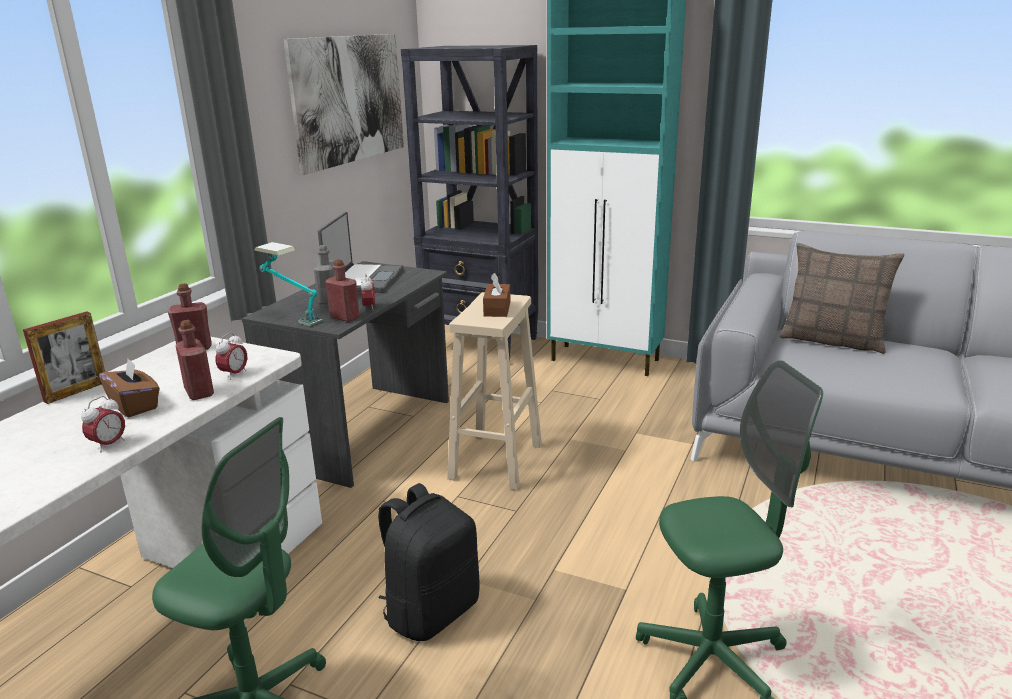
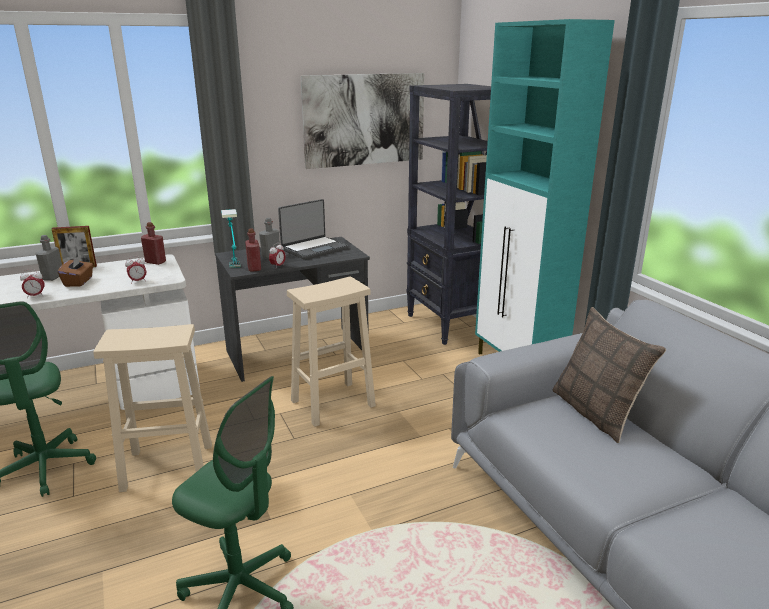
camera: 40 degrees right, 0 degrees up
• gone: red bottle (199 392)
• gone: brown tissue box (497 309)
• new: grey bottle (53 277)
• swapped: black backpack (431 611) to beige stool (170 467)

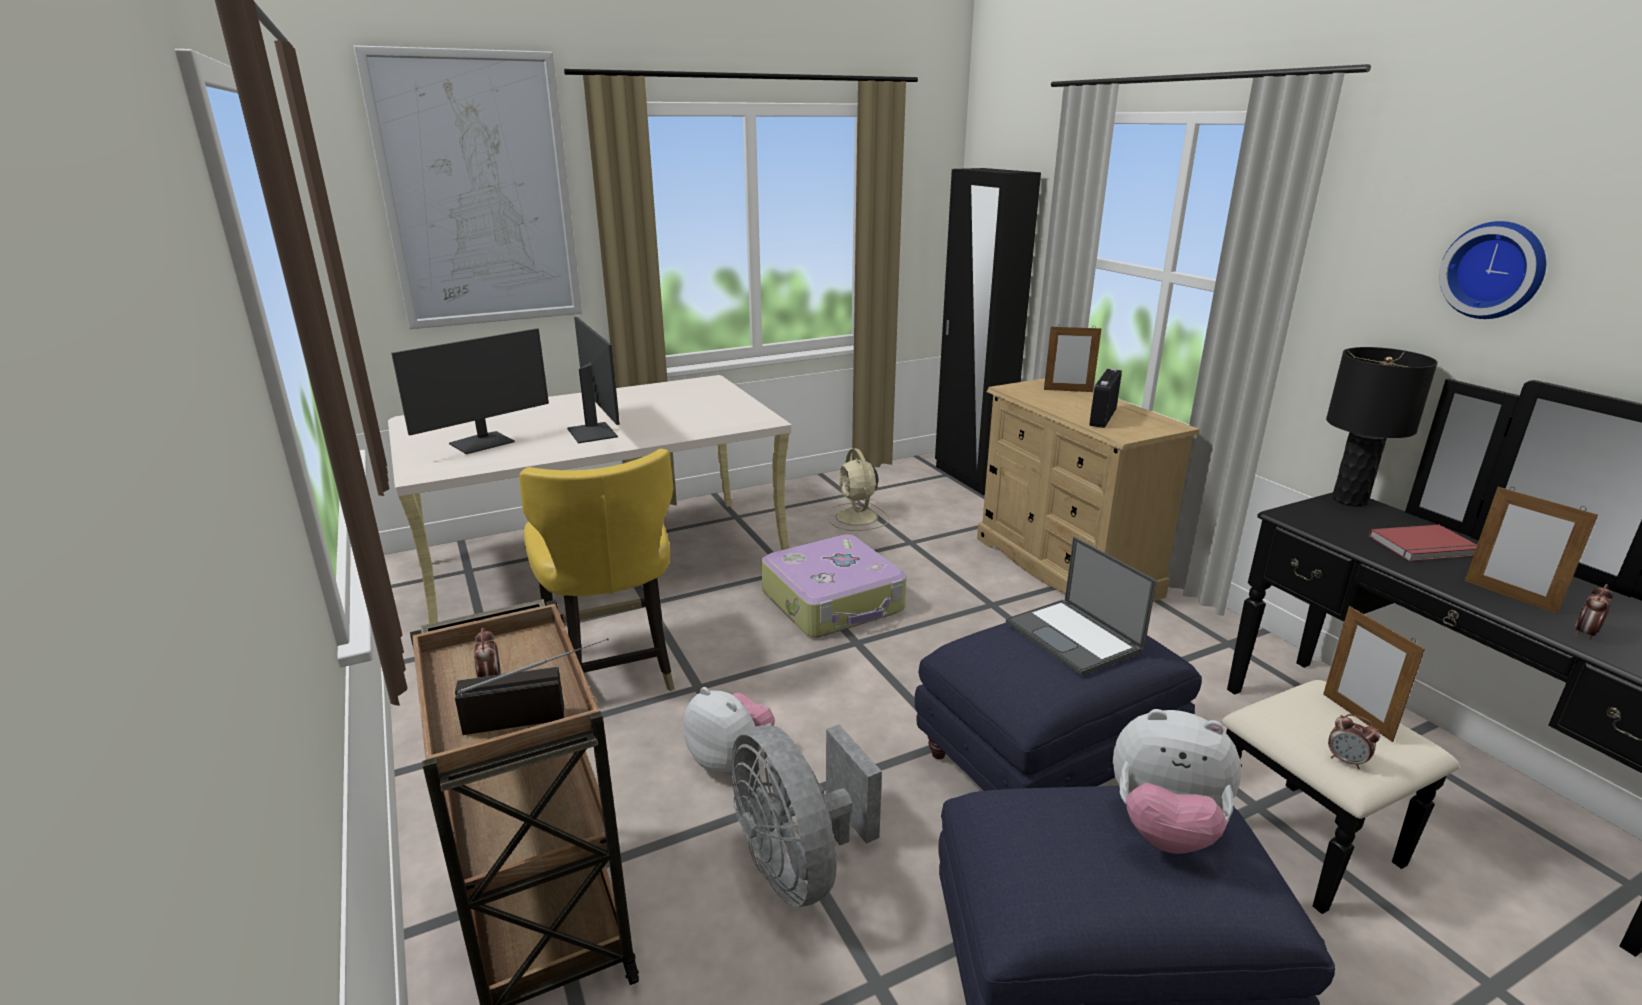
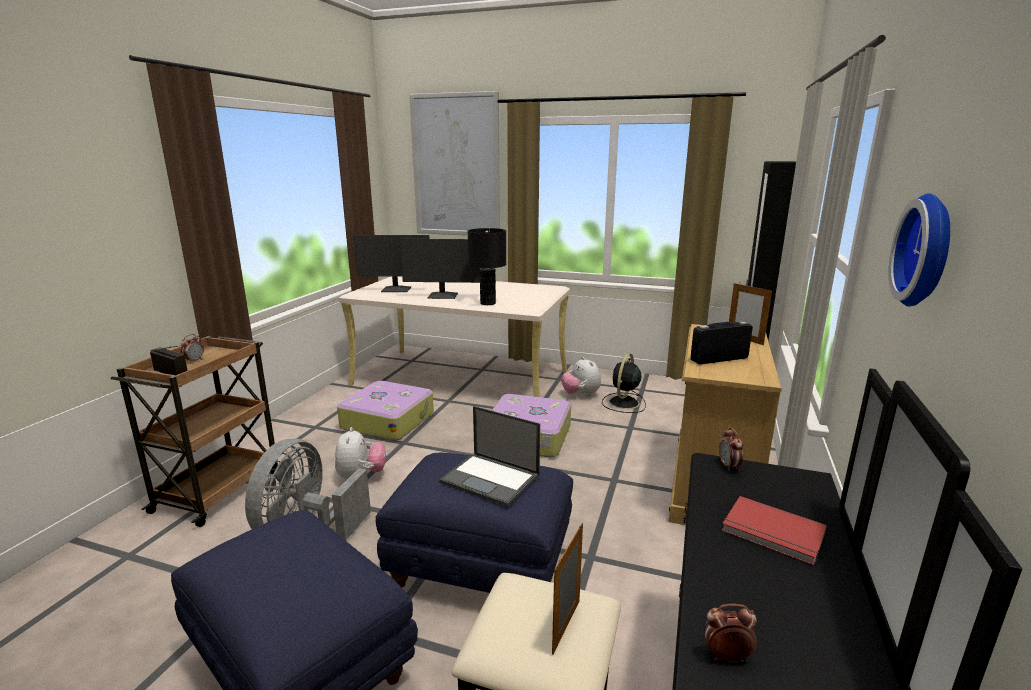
camera: 45 degrees right, 5 degrees down
• gone: picture frame (1509 596)
• shifted: plush toy (1164 827) to (581 394)
• shifted: black table lamp (1349 500) to (488 303)
• shifted: alarm clock (1346 761) to (729 466)
• swapped: yellow chair (614 670) to suitcase (388 420)
• repainted: beige fan (857 518) to black fan (623 403)
• rotated: monitor (594 432) = (443 296) 75 degrees clockwise
• rotated: laptop (1074 637) = (491 479) 75 degrees counterclockwise

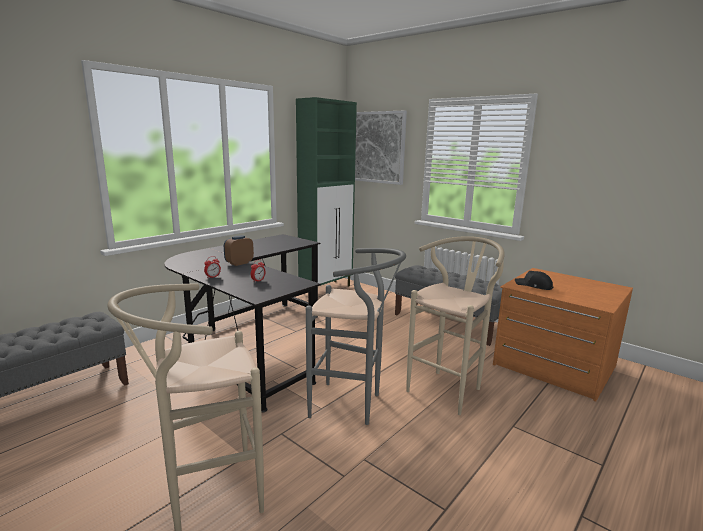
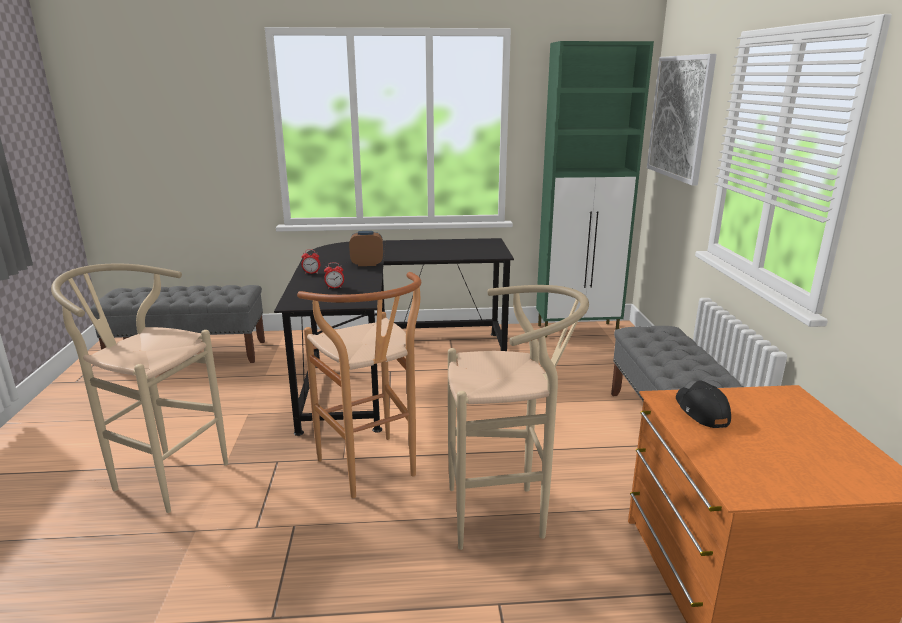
camera: 45 degrees right, 5 degrees up
• repainted: grey stool (352 405) to brown stool (372 471)

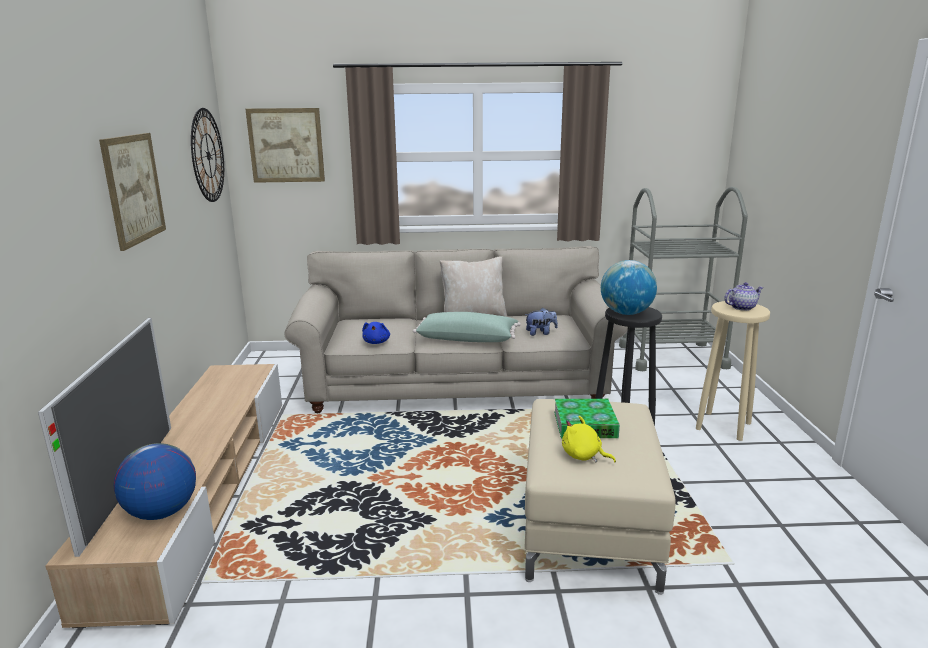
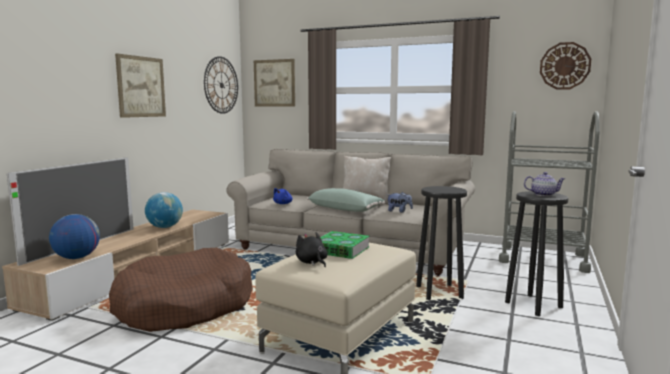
camera: 25 degrees right, 10 degrees down
• new: brown dog bed (184 306)
• new: wall clock (564 66)
• shifted: globe (626 313) to (165 227)
• repainted: yellow plush toy (583 456) to black plush toy (312 262)
• repainted: beige stool (724 426) to black stool (534 305)

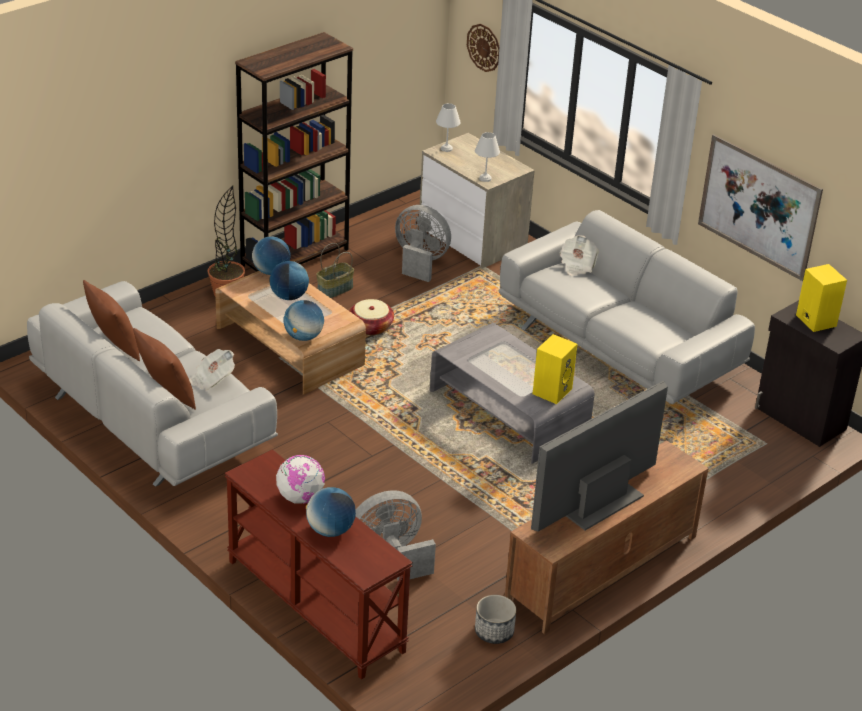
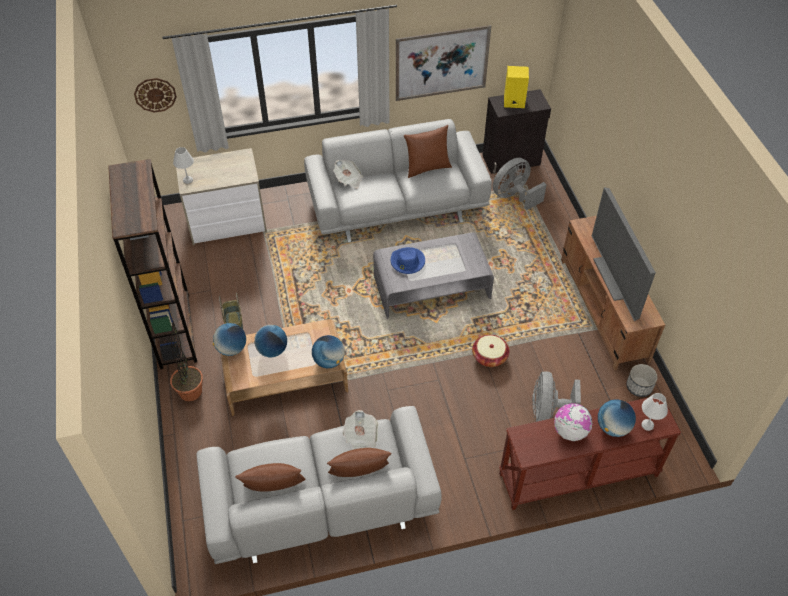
camera: 60 degrees left, 15 degrees up
• gone: yellow speaker (552 390)
• new: blue hat (407 262)
• new: brown pillow (427 168)
• shifted: basket (371 327) to (489 357)
• shifted: grey fan (420 262) to (514 196)
• shifted: white table lamp (484 178) to (647 425)

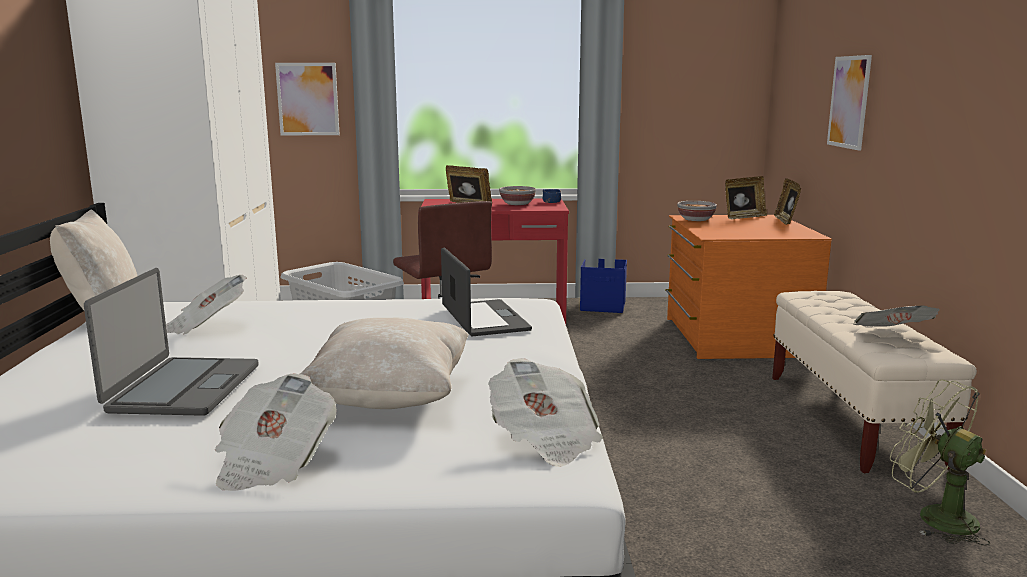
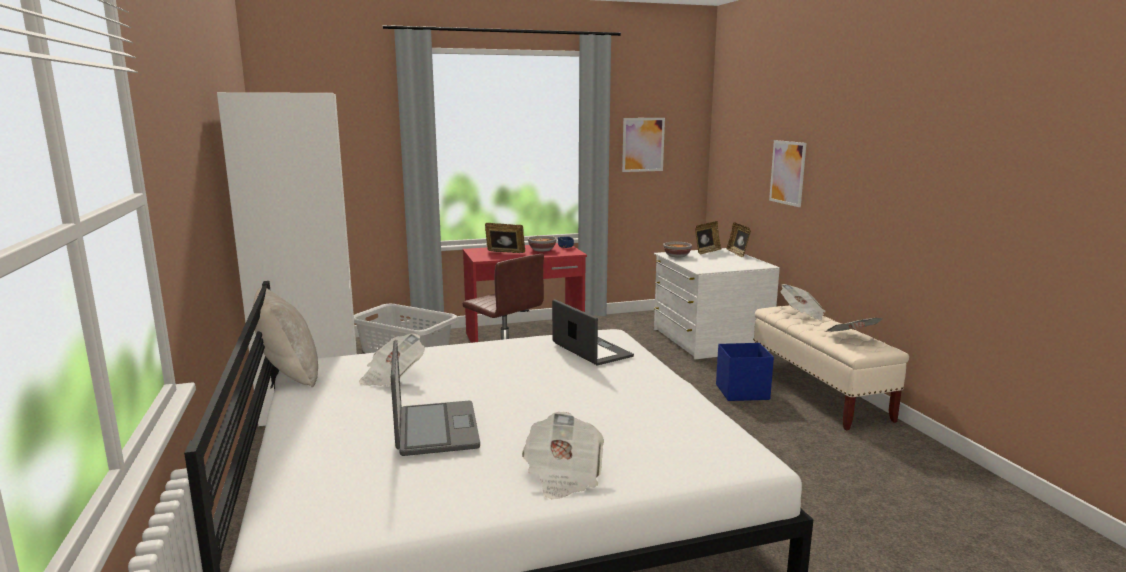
camera: 15 degrees left, 0 degrees up
• gone: beige pillow (389 398)
• gone: green fan (934 517)
• shifted: picture (308 99) to (643 144)
• shifted: newspaper (544 439) to (802 314)
• shifted: blue storage box (603 306) to (743 392)
• repainted: orange dresser (734 337) to white dresser (708 339)

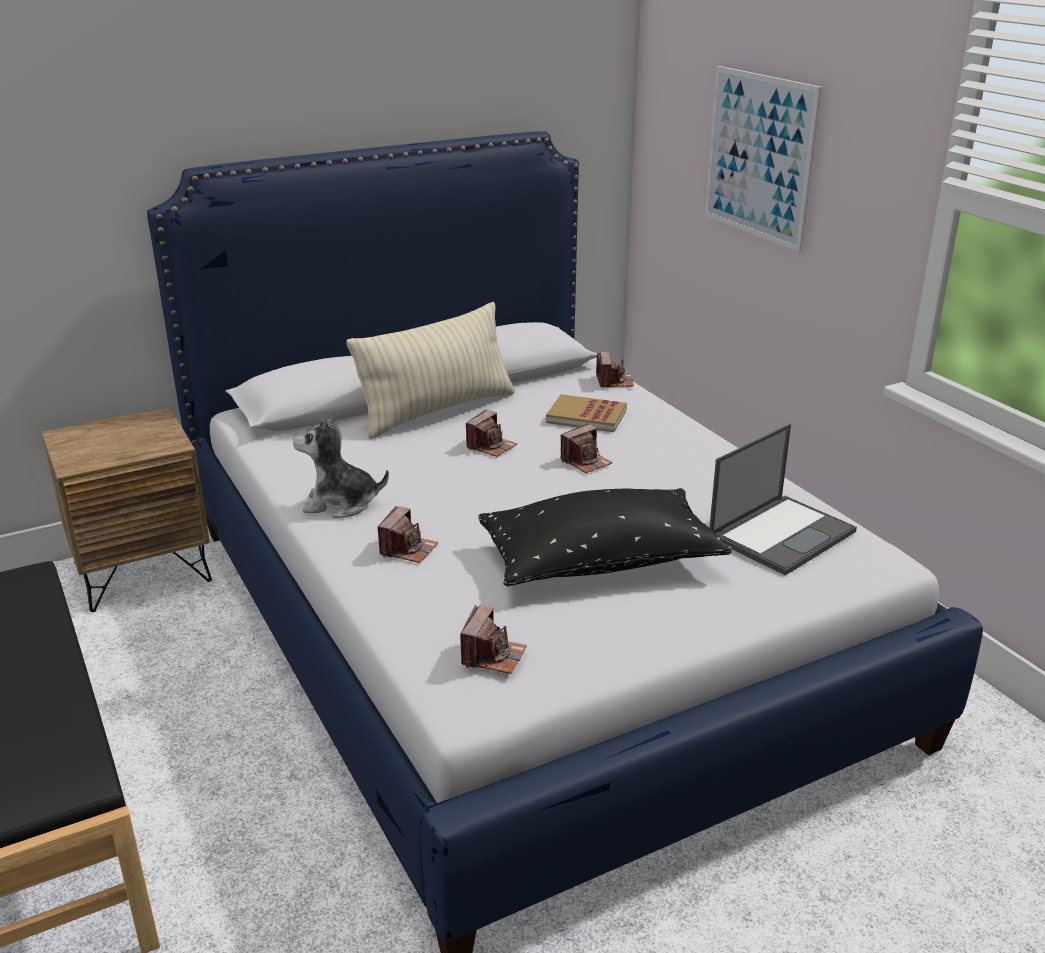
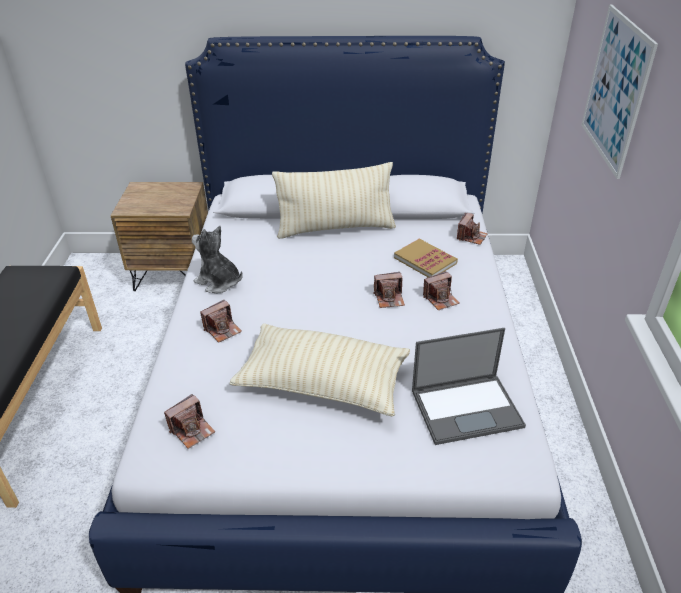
camera: 30 degrees right, 10 degrees up
• shifted: photo camera (491 446) to (441 299)
• repainted: black pillow (600 562) to beige pillow (323 383)

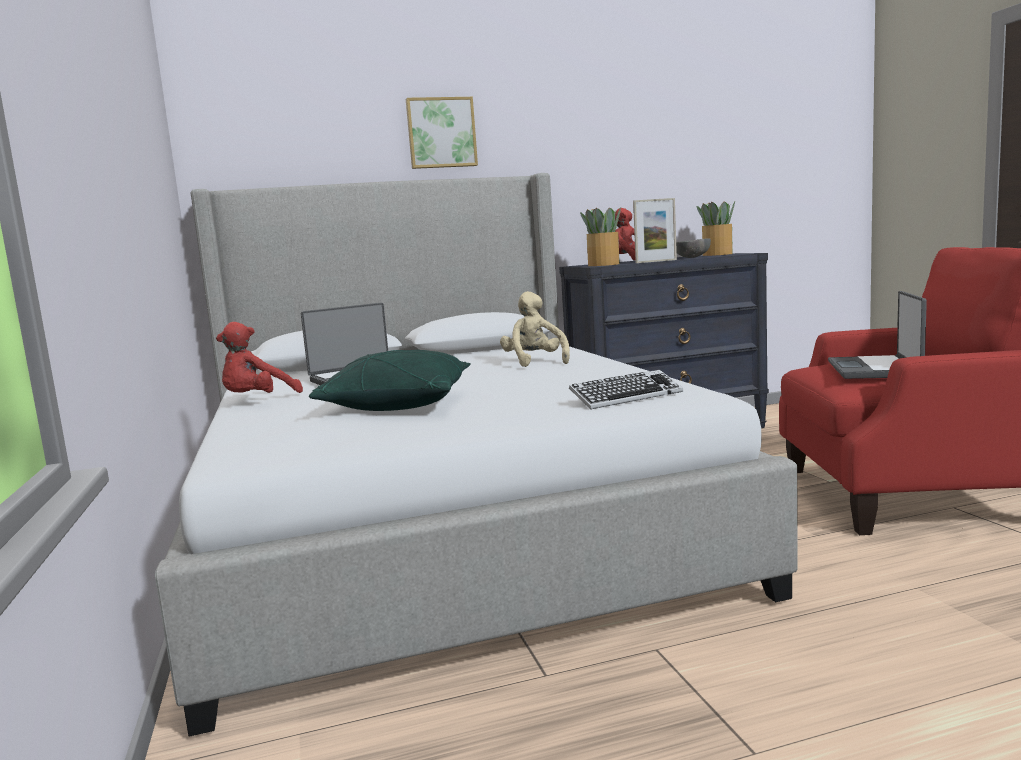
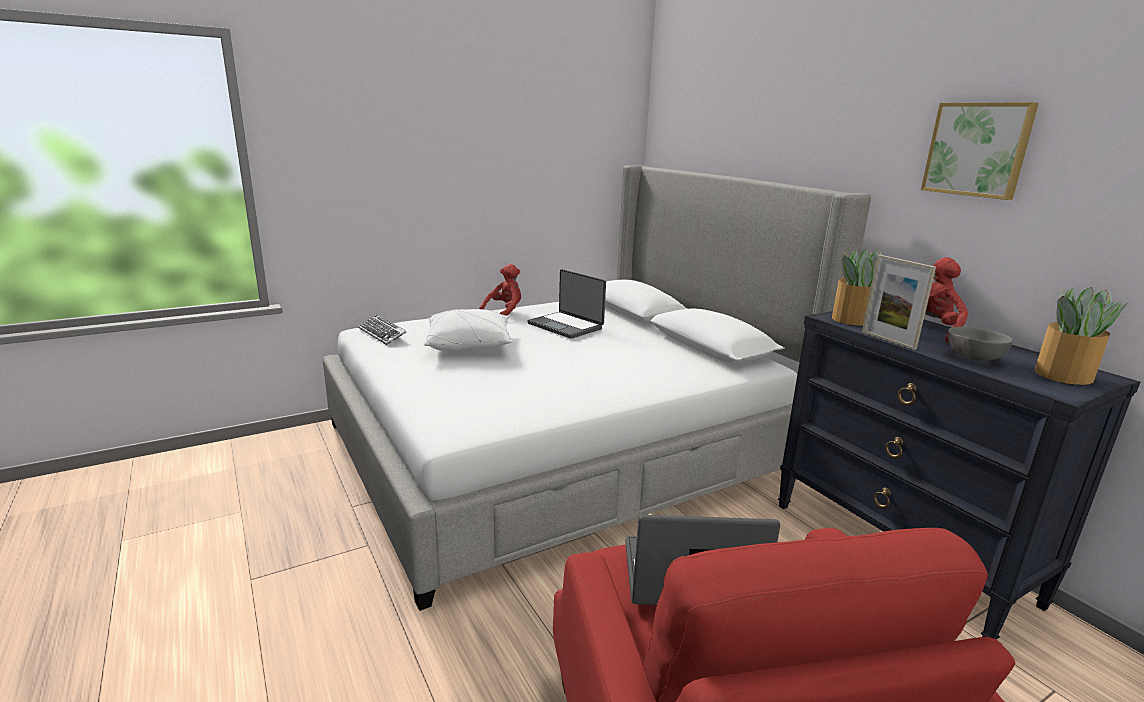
camera: 75 degrees right, 10 degrees up
• gone: beige plush toy (534 362)
• shifted: picture (441 133) to (978 149)
• shifted: keyboard (626 397) to (382 334)
• repainted: green pillow (398 404) to white pillow (469 344)
• rotated: red plush toy (257 400) = (504 313) 105 degrees clockwise

